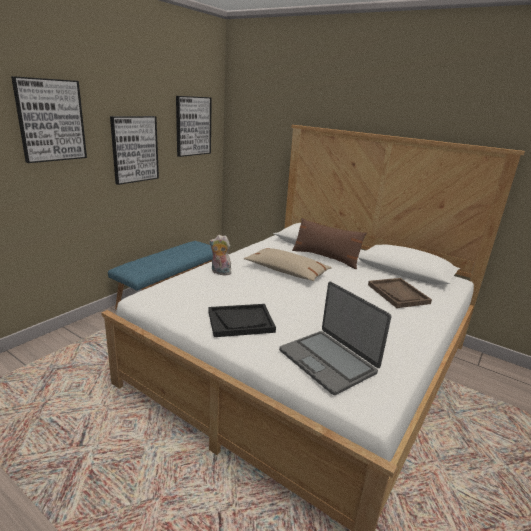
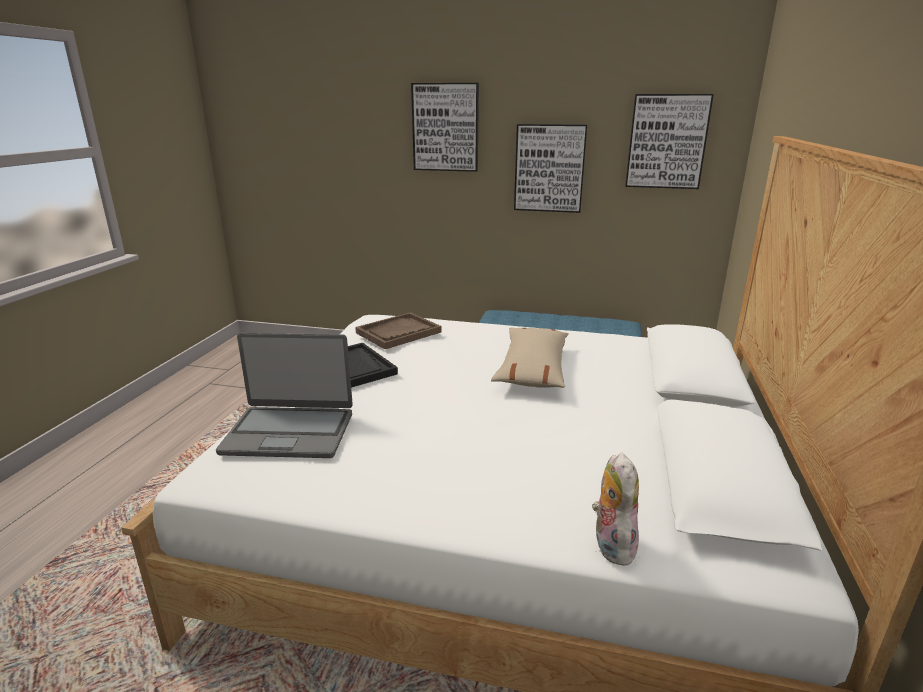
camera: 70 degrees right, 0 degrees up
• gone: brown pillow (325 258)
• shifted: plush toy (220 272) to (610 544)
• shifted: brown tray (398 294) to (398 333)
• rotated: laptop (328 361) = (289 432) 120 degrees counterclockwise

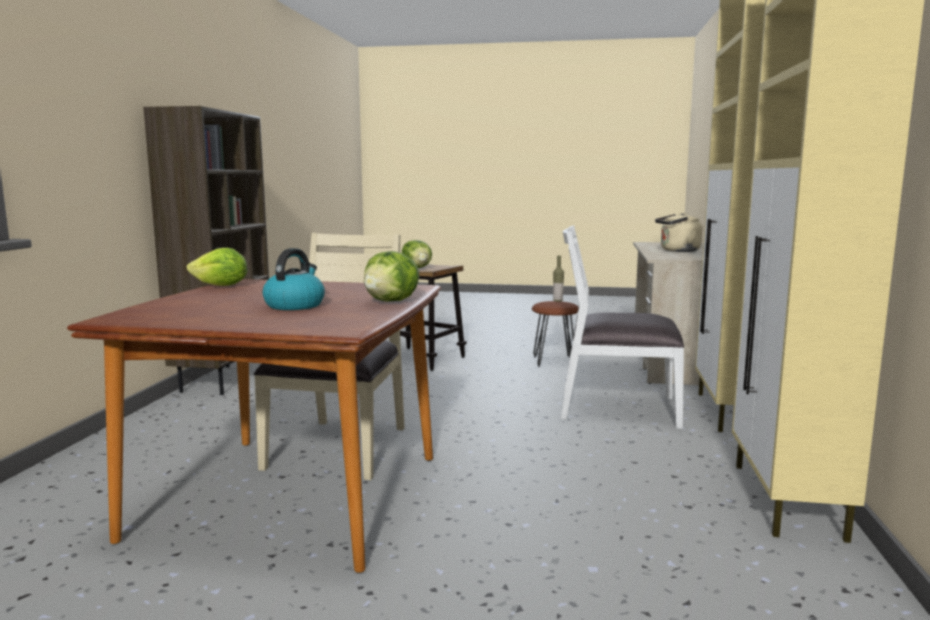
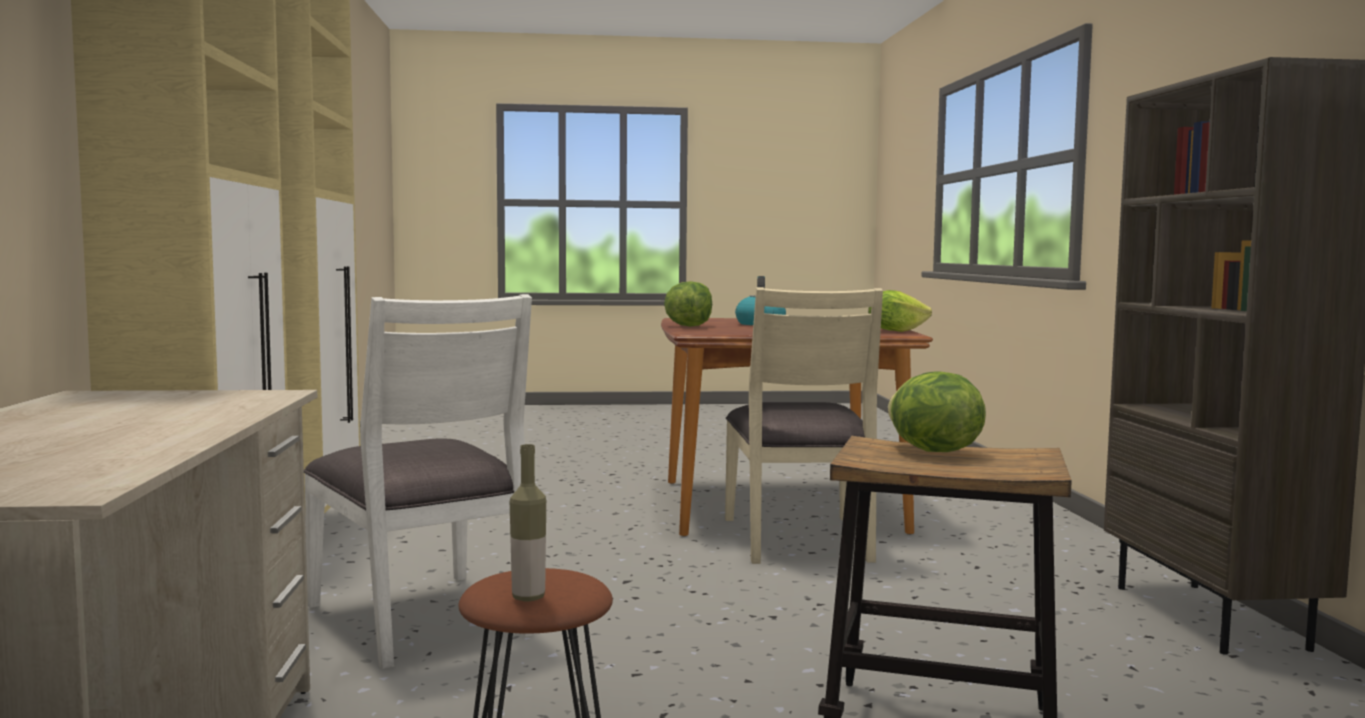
camera: 165 degrees right, 5 degrees down
• gone: beige kettle (677 251)
• rotated: white chair (617 408) = (422 619) 60 degrees clockwise

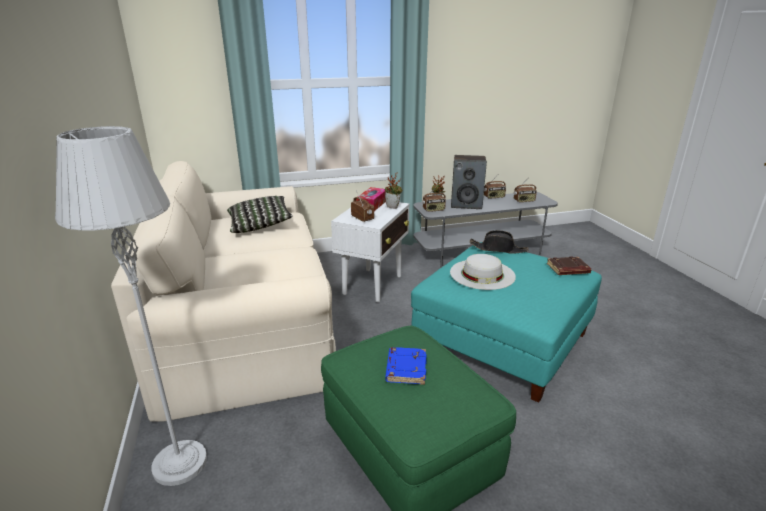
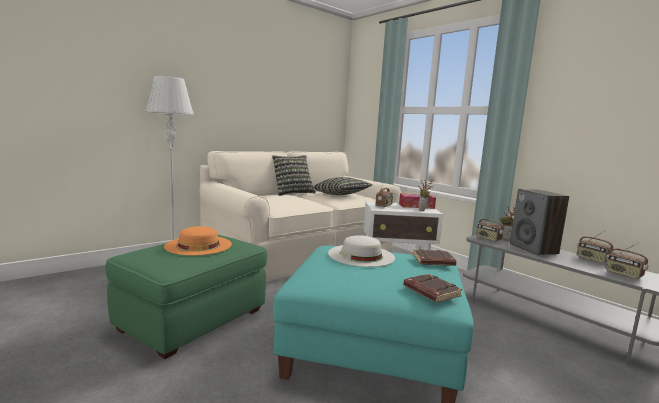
camera: 65 degrees right, 15 degrees down
• new: pillow (292 193)
• swapped: blue book (405 368) to orange hat (198 245)
• swapped: black hat (498 249) to brown book (433 261)

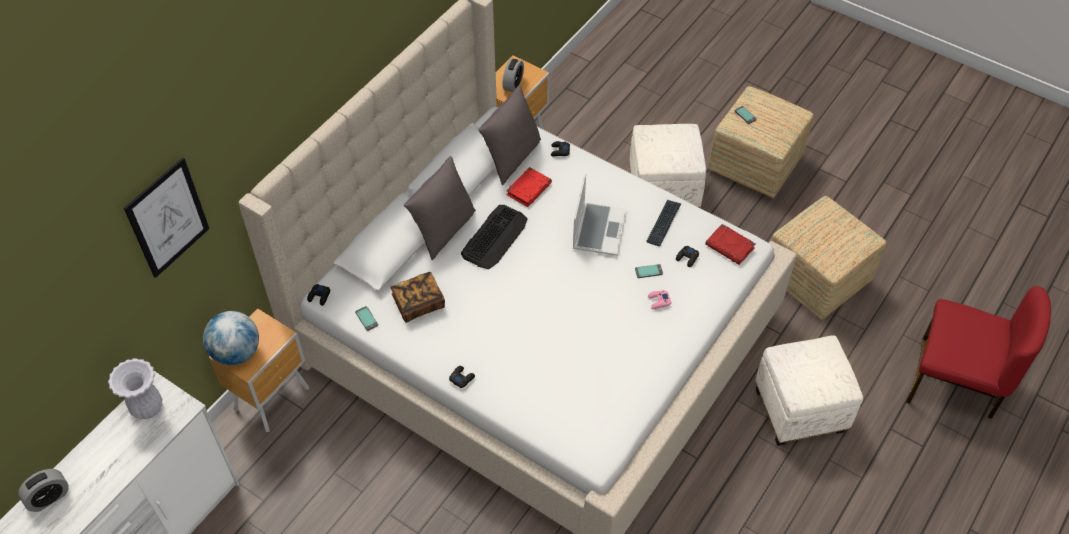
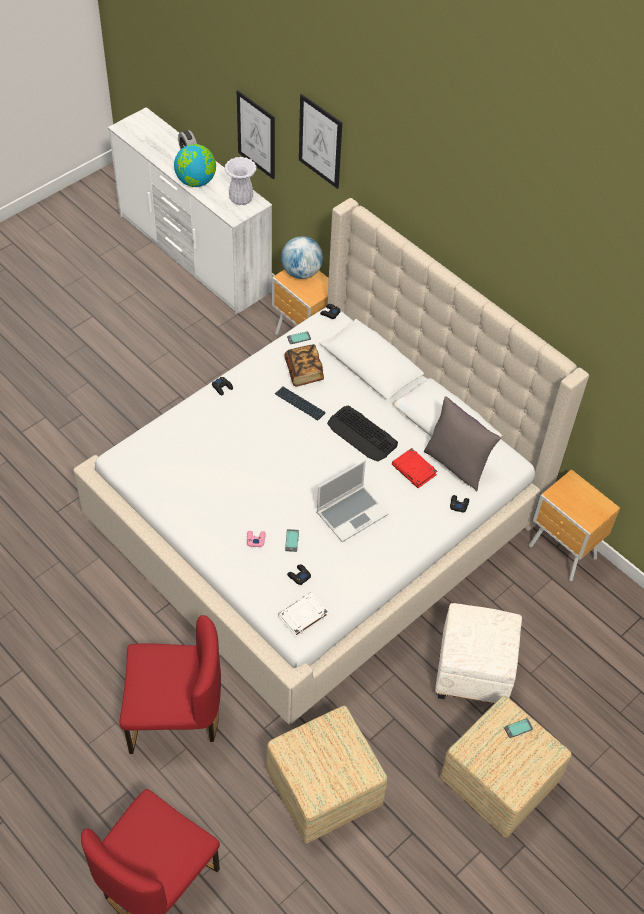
camera: 100 degrees right, 0 degrees up
• gone: grey pillow (443 231)
• gone: alarm clock (513 84)
• new: globe (196 182)
• new: picture (256 135)
• shifted: keyboard (663 223) to (299 404)
• swapped: white ottoman (800 409) to red chair (174 716)
• repainted: red book (730 247) to white book (302 616)
• rotated: laptop (598 229) = (352 513) 60 degrees counterclockwise

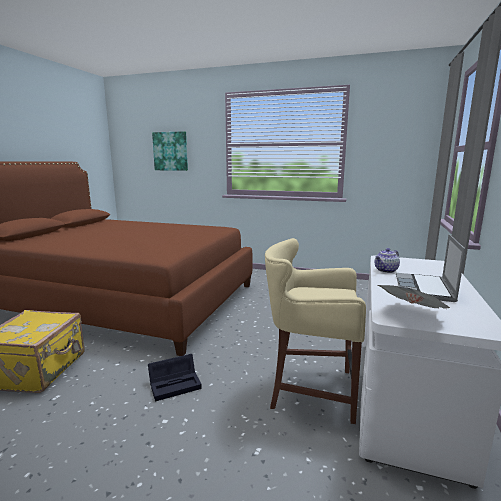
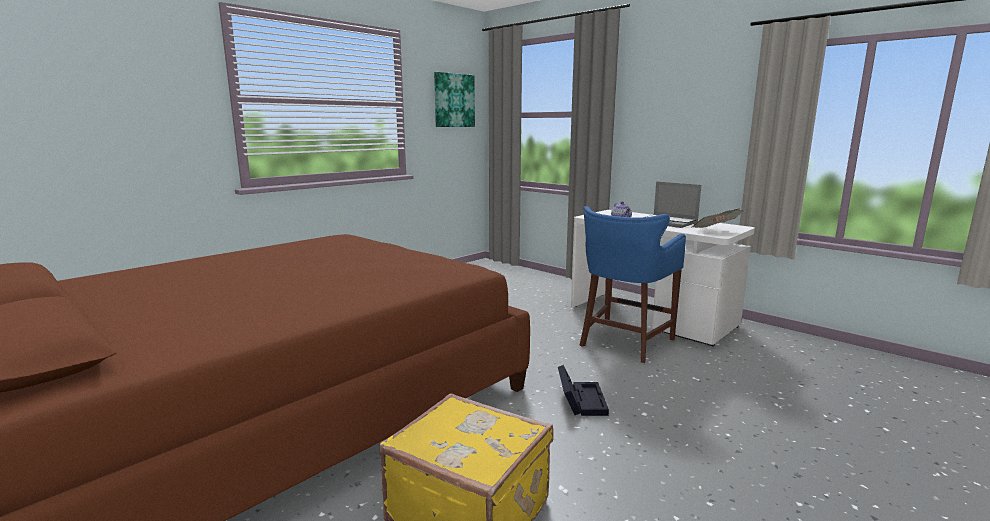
camera: 65 degrees left, 0 degrees up
• shifted: picture (170 151) to (454 100)
• repainted: beige stool (309 389) to blue stool (624 342)

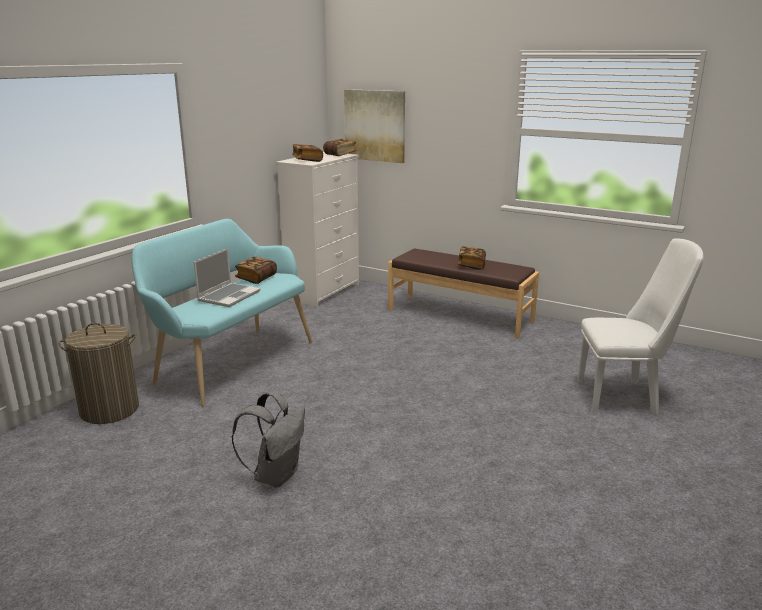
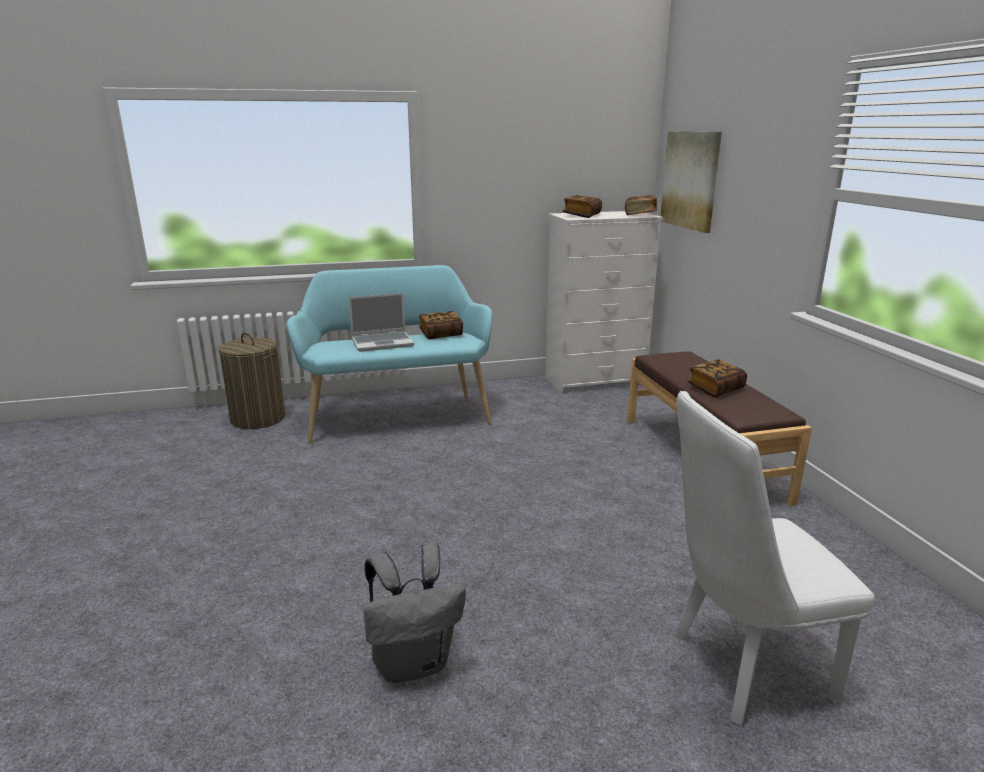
camera: 45 degrees right, 0 degrees up
• shifted: grey backpack (276 475) to (413 663)
• rotated: white chair (624 396) = (739 669) 120 degrees clockwise

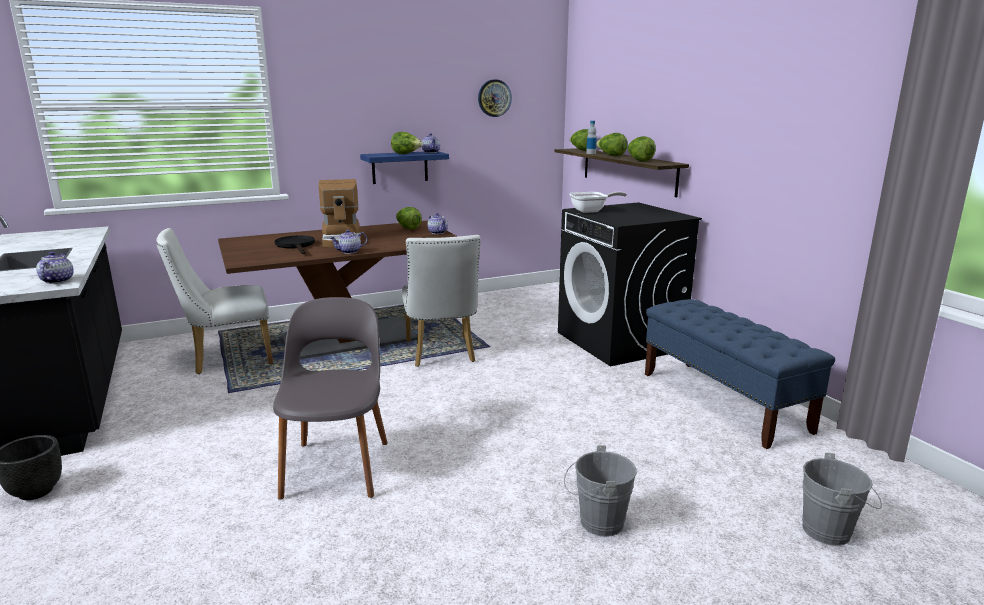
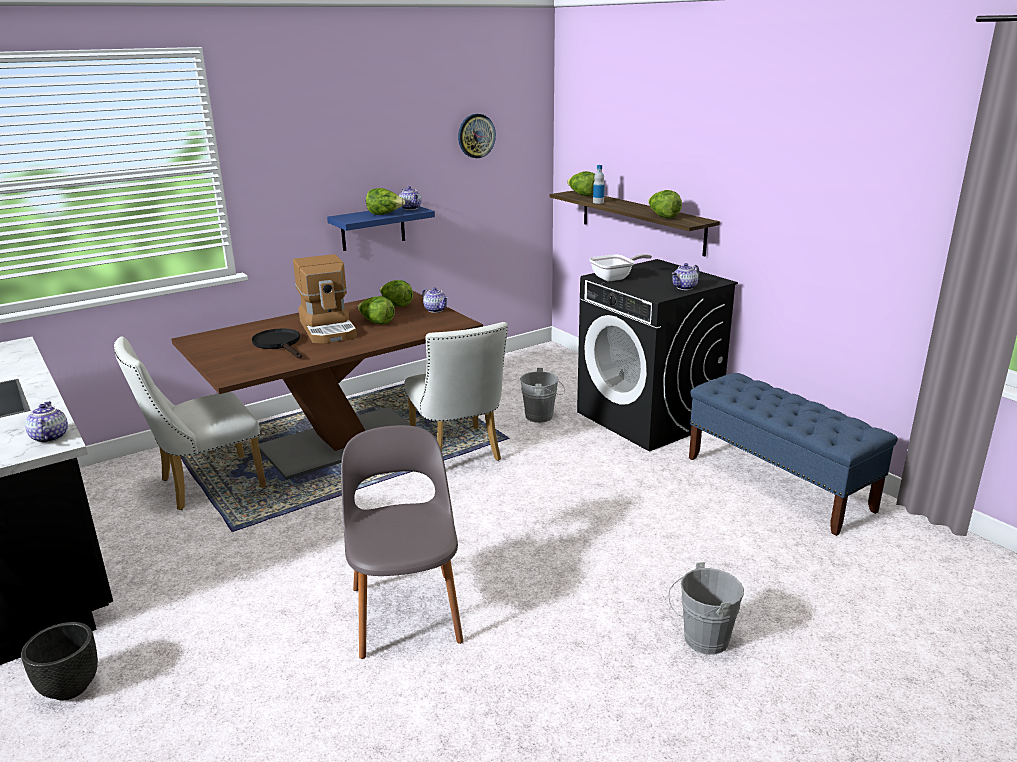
camera: 10 degrees left, 5 degrees up
• shifted: teapot (349 252) to (684 288)
• shifted: lettuce (611 155) to (376 323)
• shifted: grey bucket (831 532) to (542 416)

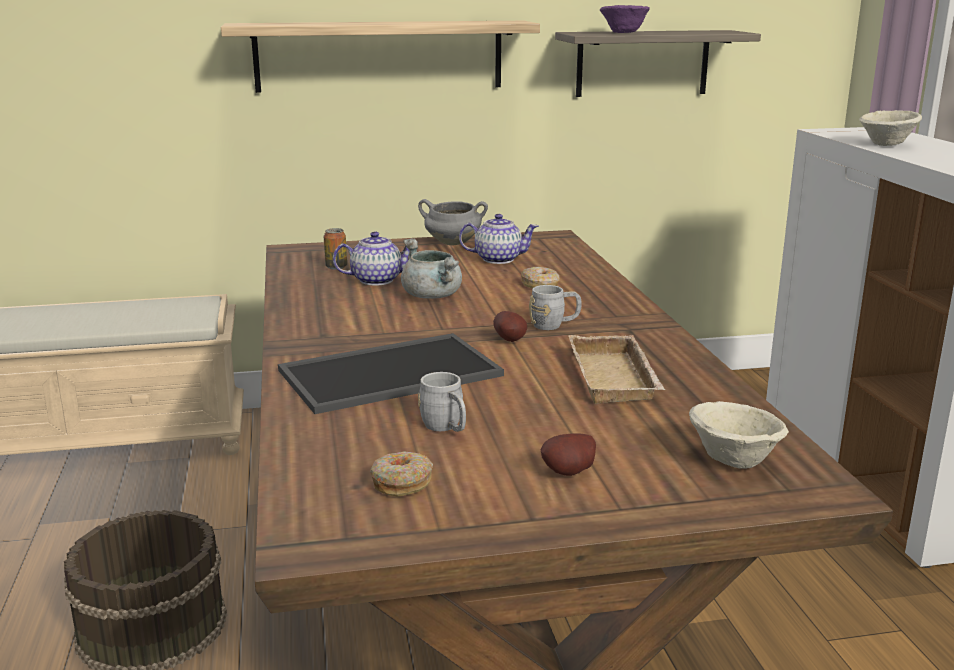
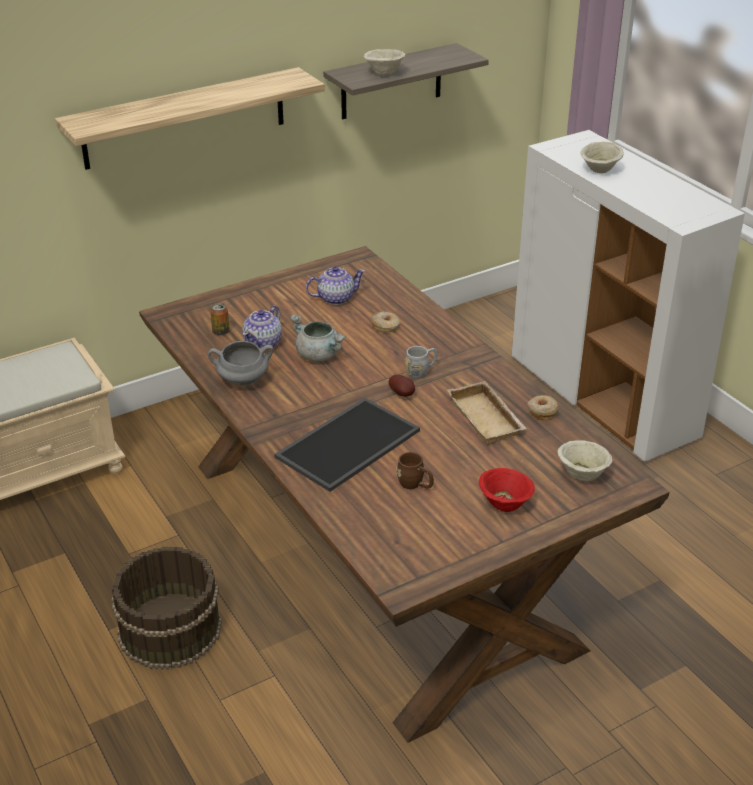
camera: 20 degrees left, 15 degrees up
• shifted: donut (401 482) to (542 412)
• shifted: grey cooking pot (452 243) to (242 381)
• swapped: potato (571 473) to red bowl (504 504)
• repainted: grey mug (446 428) to brown mug (415 485)
• repainted: purple bowl (623 33) to beige bowl (383 74)
• rotated: teapot (375 280) = (263 343) 150 degrees clockwise

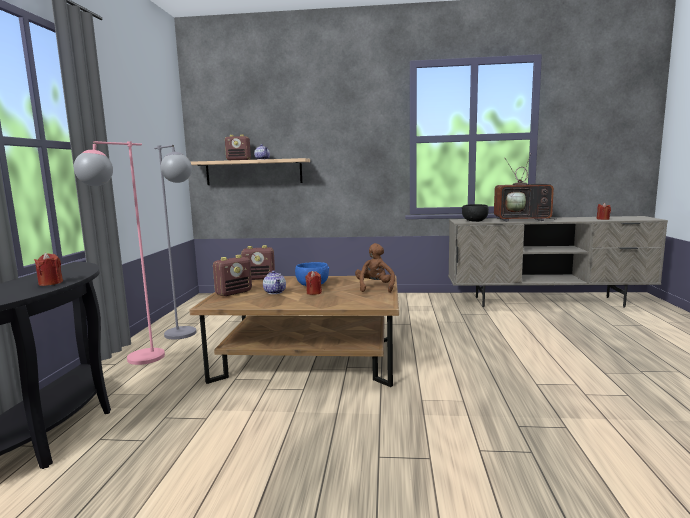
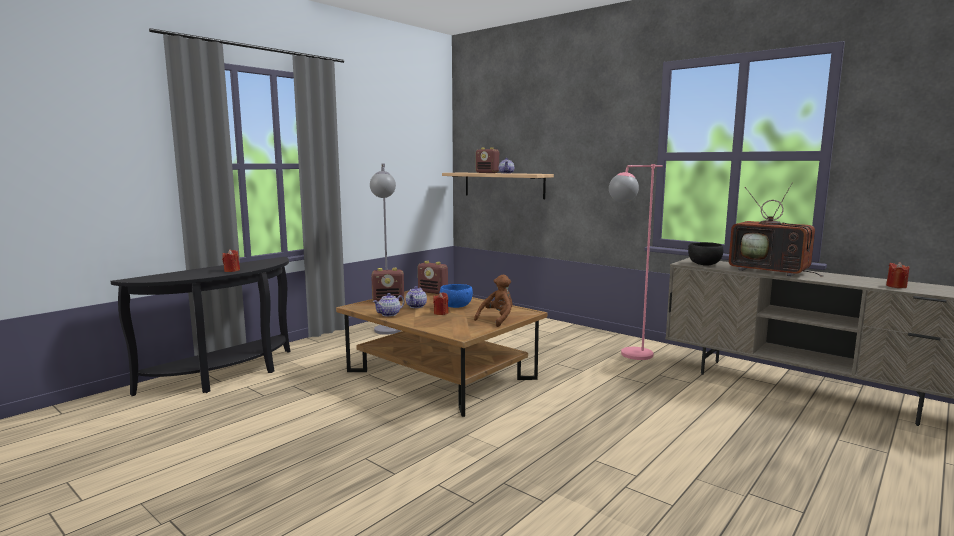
camera: 35 degrees right, 0 degrees up
• new: teapot (389 314)
• shifted: pink floor lamp (135 362) to (628 356)

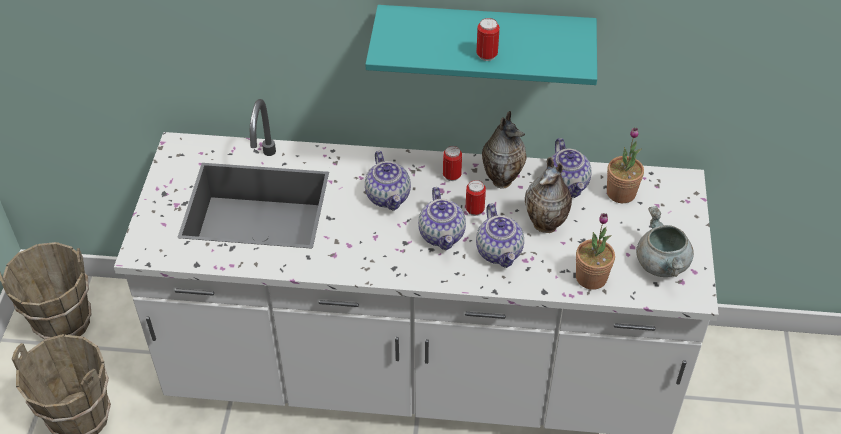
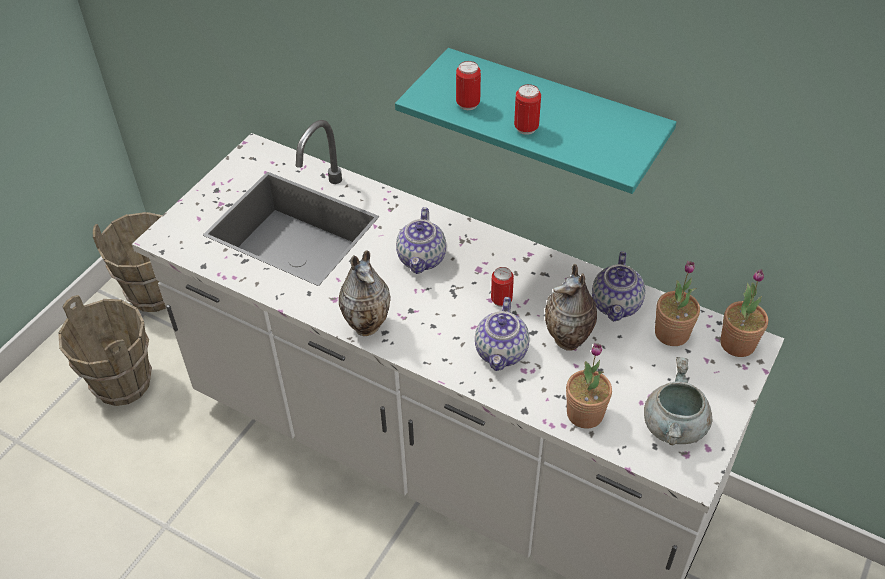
camera: 25 degrees right, 0 degrees up
• gone: teapot (442 235)
• new: potted plant (737 344)
• shifted: can (452 176) to (468 104)
• shifted: vase (502 179) to (368 324)

